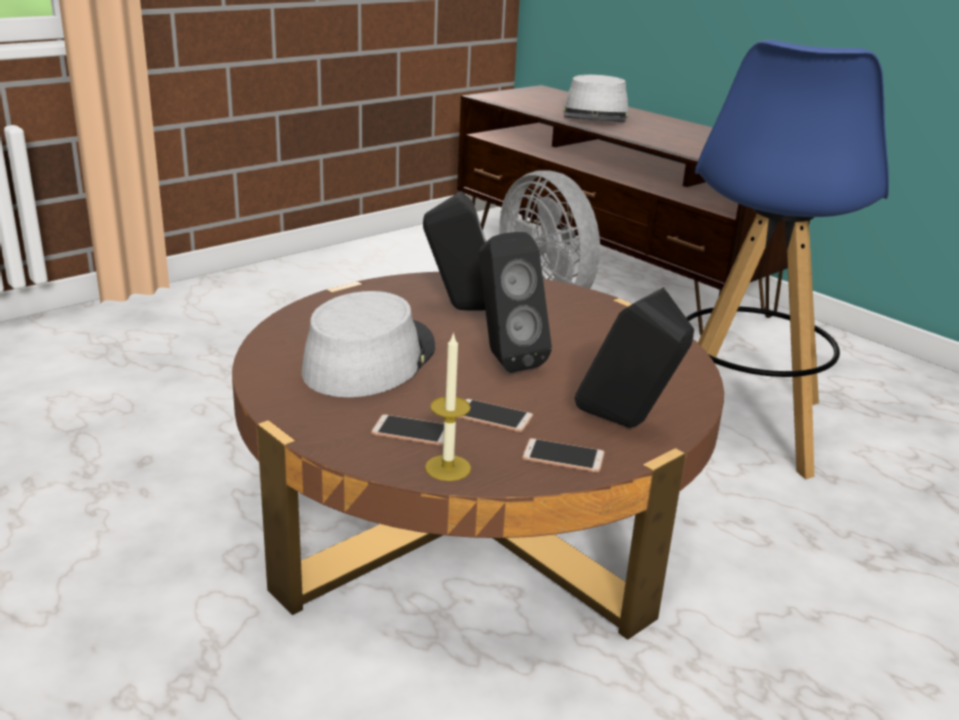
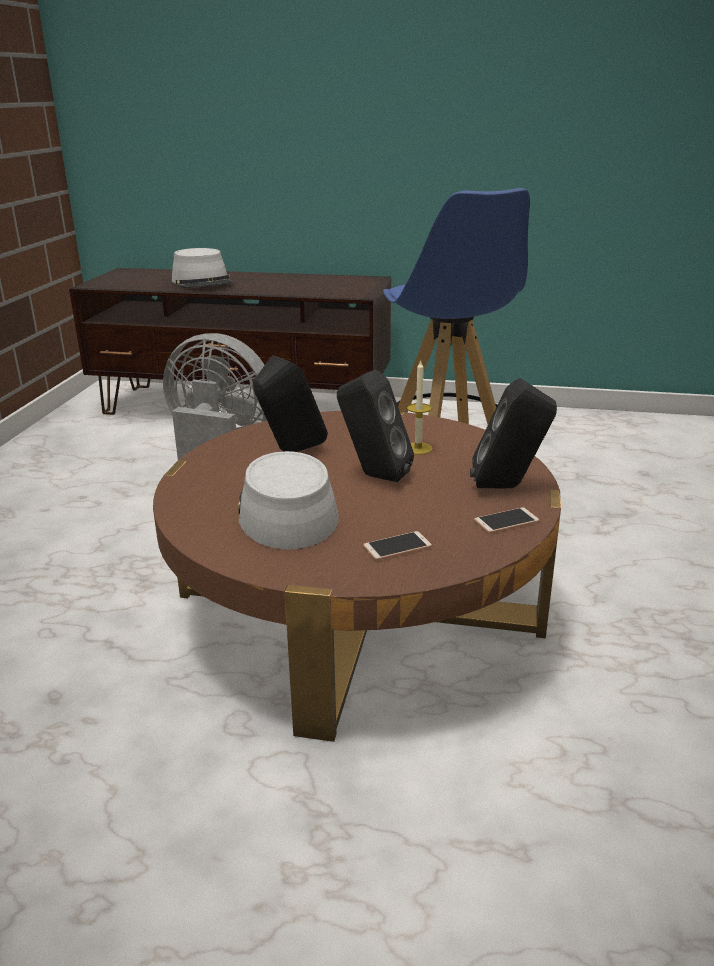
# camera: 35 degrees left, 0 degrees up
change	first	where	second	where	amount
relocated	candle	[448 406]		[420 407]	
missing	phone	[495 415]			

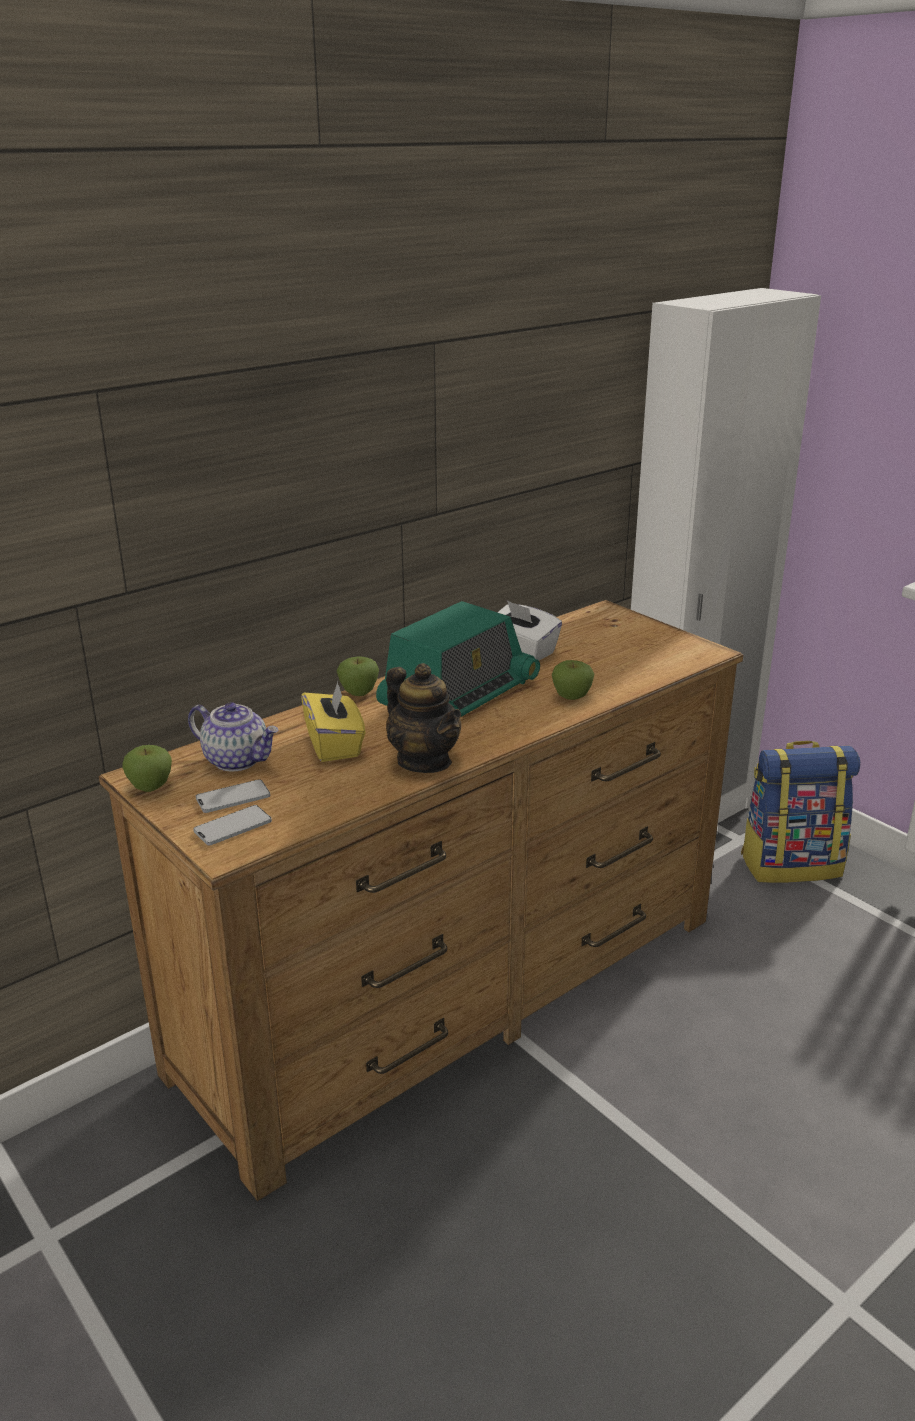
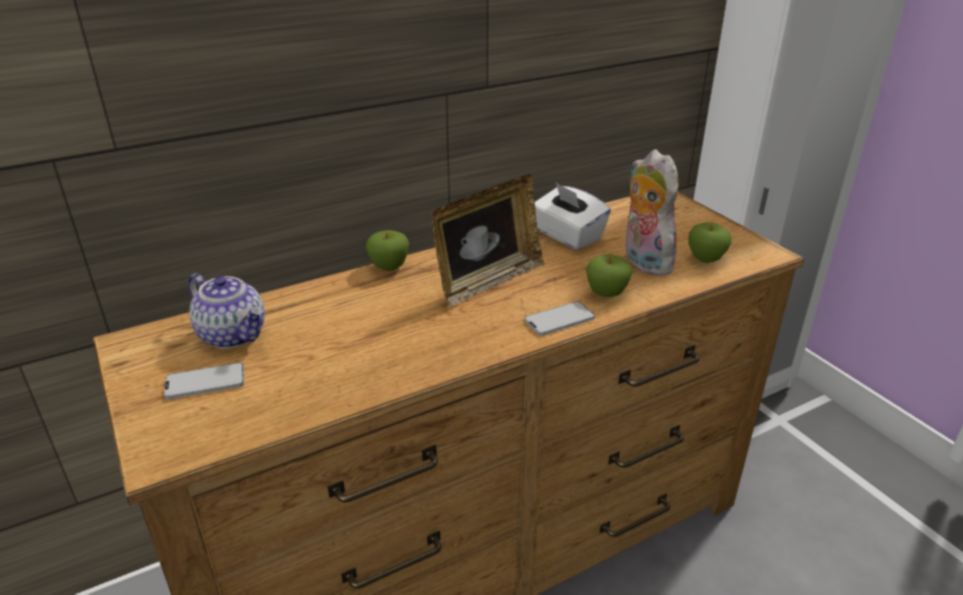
# camera: 10 degrees right, 5 degrees up
change	first	where	second	where	amount
exchanged	radio	[458 659]	picture frame	[487 240]	
missing	teapot	[423 718]			
missing	yellow tissue box	[333 722]			
missing	backpack	[800 812]			
relocated	apple	[147 768]		[710 243]	
relocated	phone	[232 825]		[559 318]	
appeared			plush toy	[652 212]	

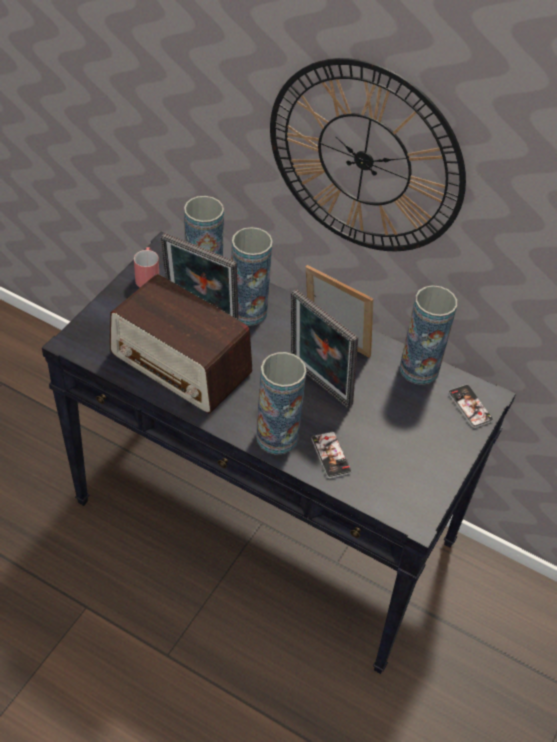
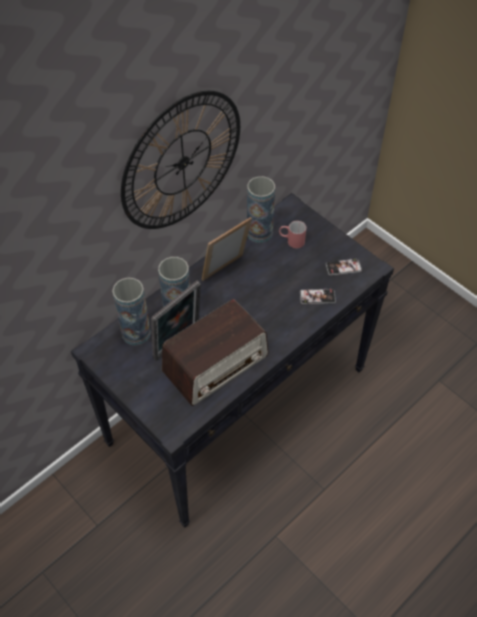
# camera: 70 degrees left, 5 degrees up
change	first	where	second	where	amount
relocated	red mug	[146 267]		[292 234]	
missing	picture frame	[324 348]			
missing	vase	[281 403]			
relocated	phone	[470 406]		[344 267]	

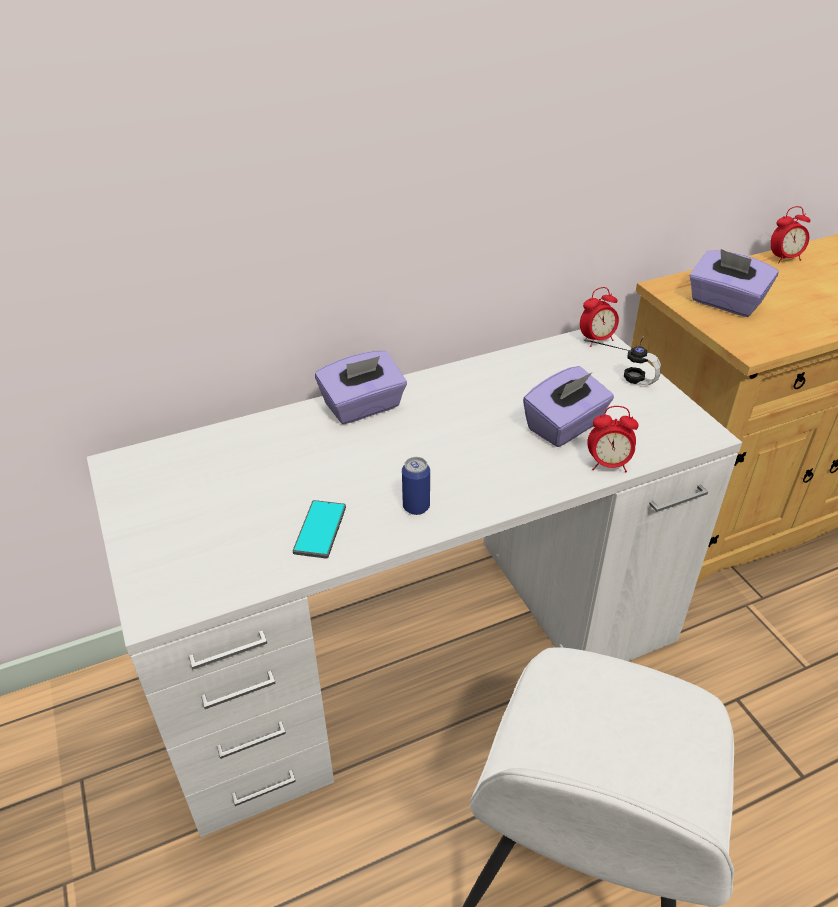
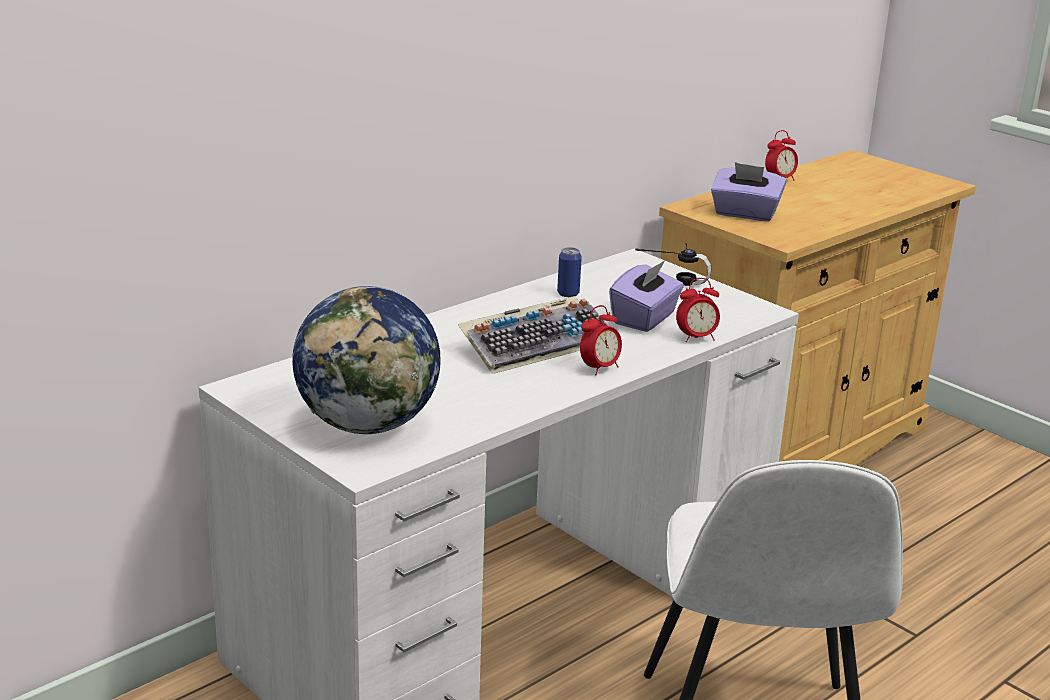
# camera: 20 degrees left, 15 degrees down
change	first	where	second	where	amount
relocated	alarm clock	[599 317]		[601 340]	
missing	purple tissue box	[361 387]			
relocated	can	[416 486]		[569 272]	
missing	phone	[319 529]			
appeared			globe	[366 360]	
appeared			keyboard	[533 335]	

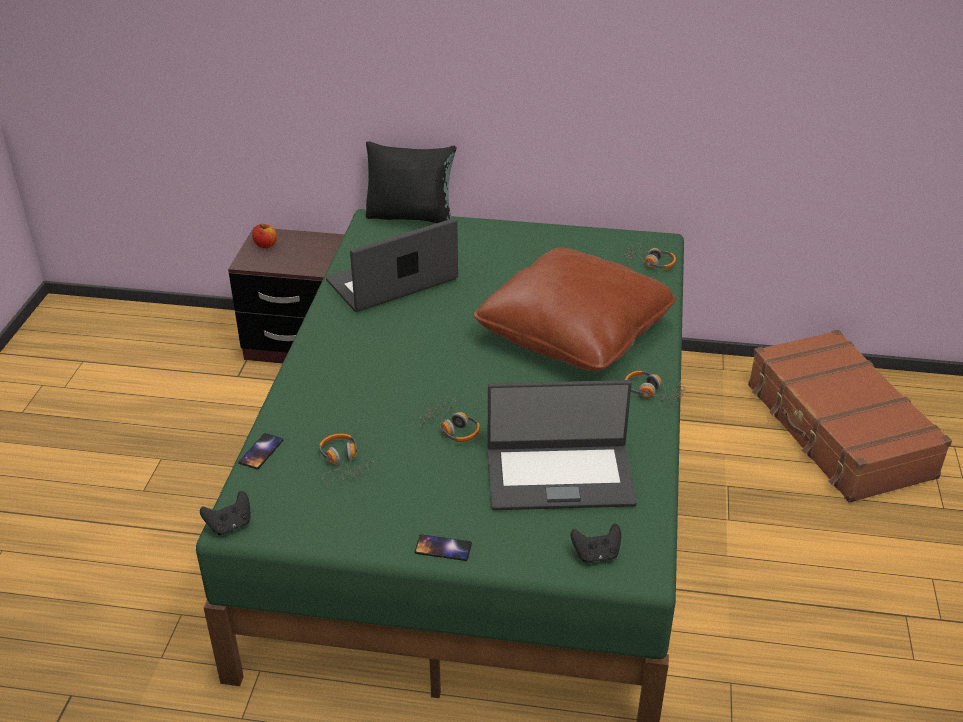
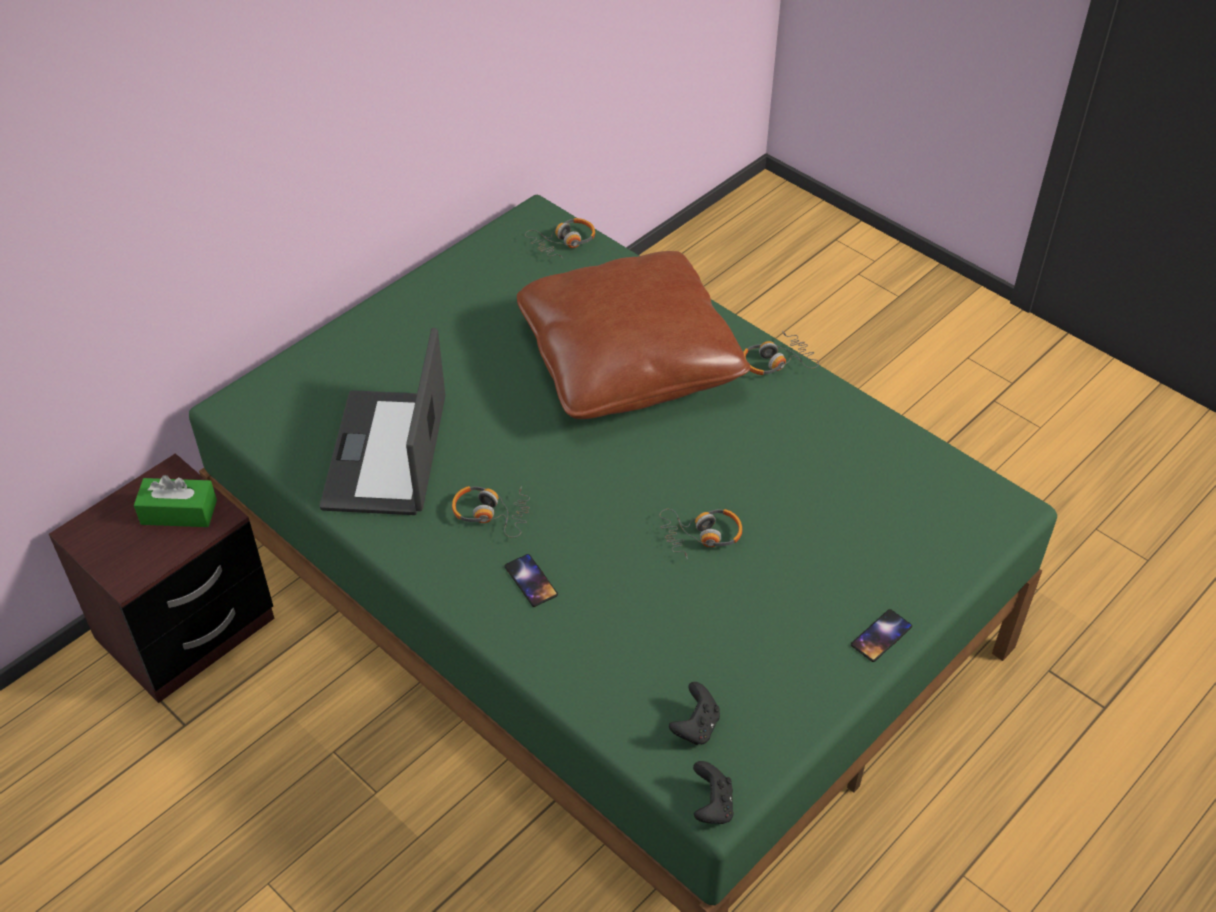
# camera: 55 degrees left, 10 degrees up
change	first	where	second	where	amount
missing	black pillow	[411 182]			
missing	apple	[264 236]			
missing	brown suitcase	[850 416]			
missing	laptop	[562 445]			
relocated	phone	[261 451]		[531 580]	
relocated	headphones	[347 458]		[491 512]	
relocated	black game controller	[596 543]		[694 713]	
appeared			green tissue box	[175 501]	

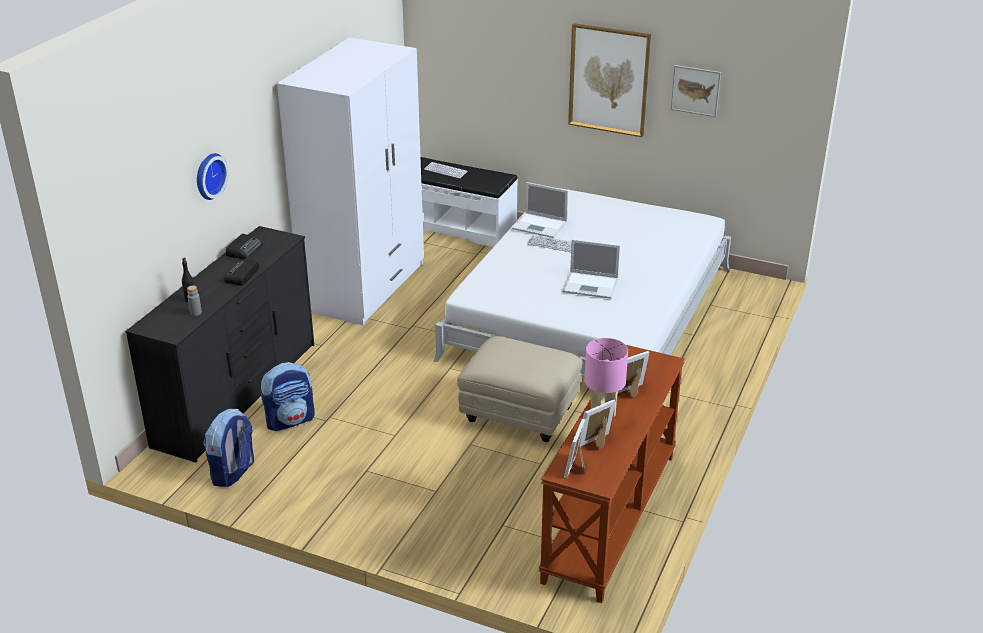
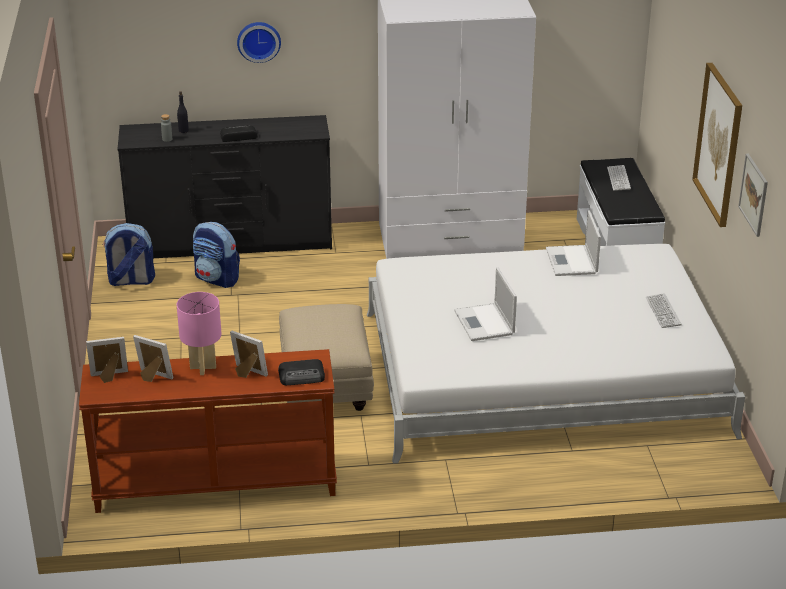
# camera: 60 degrees right, 0 degrees up
change	first	where	second	where	amount
relocated	radio	[244 246]		[301 372]	
relocated	keyboard	[549 243]		[664 310]	

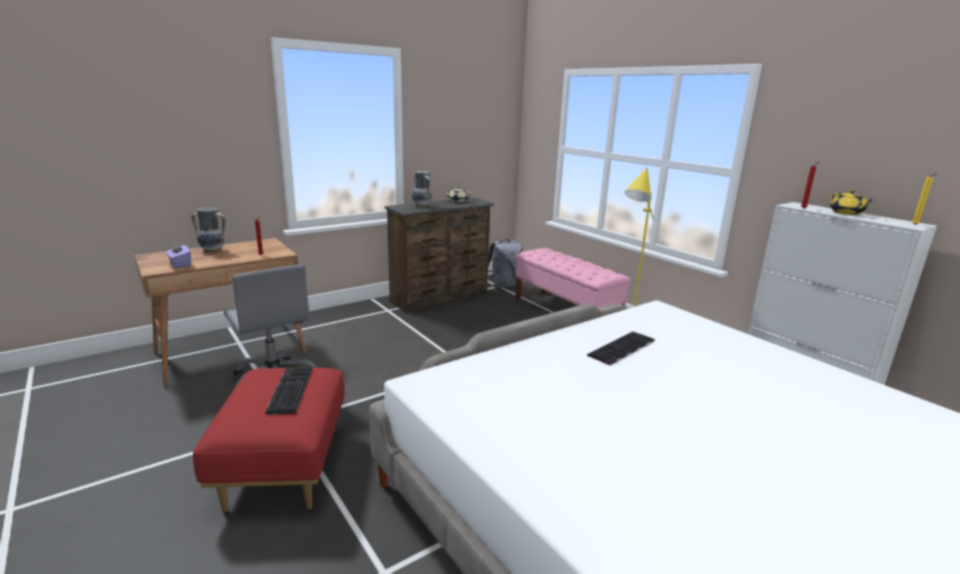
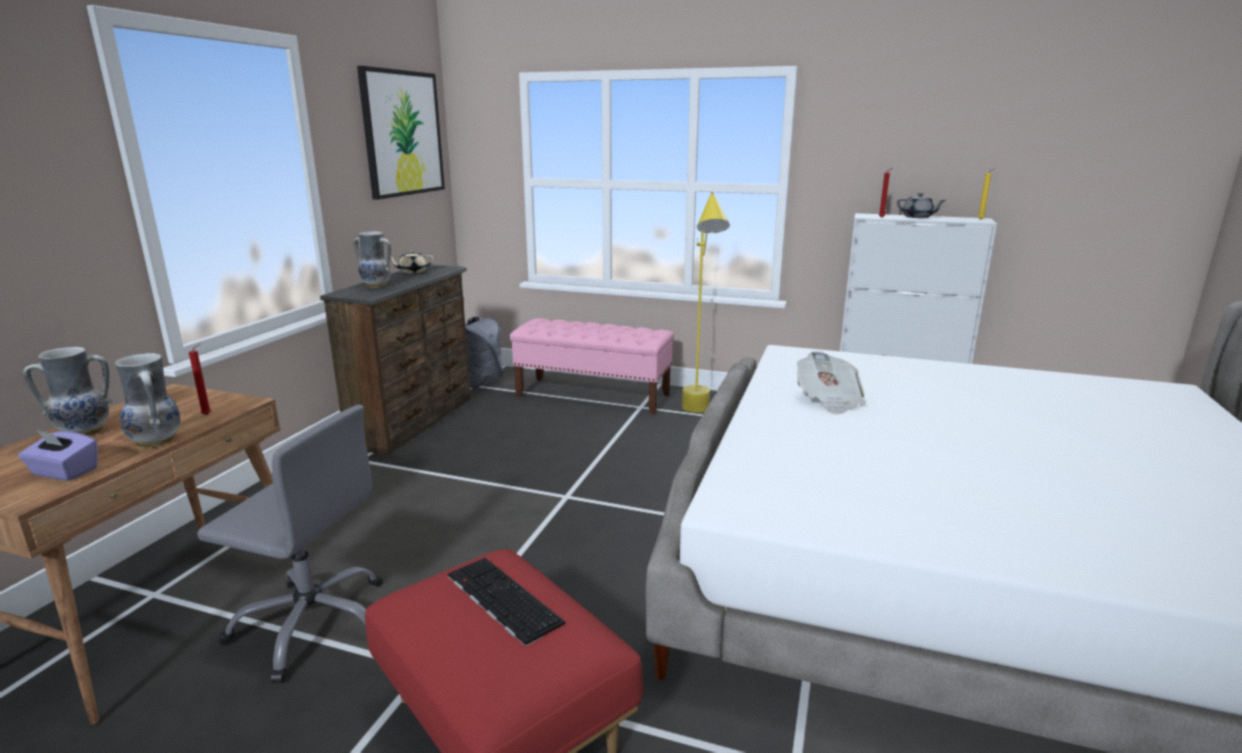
# camera: 35 degrees left, 0 degrees up
change	first	where	second	where	amount
colour	yellow teapot	[851 202]	grey teapot	[921 205]	
exchanged	keyboard	[621 349]	newspaper	[831 383]	
appeared			picture	[401 133]	
appeared			vase	[147 400]	

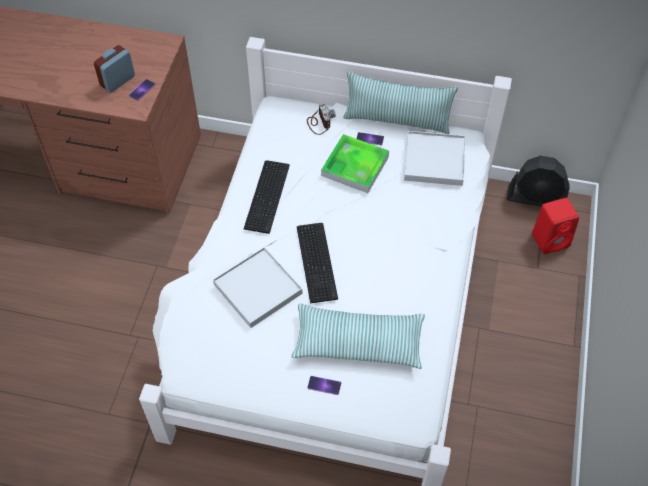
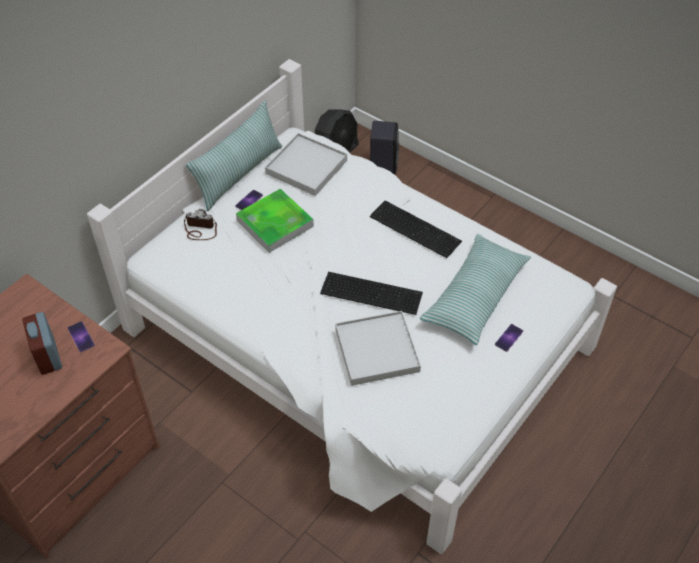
# camera: 65 degrees left, 5 degrees down
change	first	where	second	where	amount
relocated	keyboard	[267 197]		[416 229]	
colour	red speaker	[555 226]	black speaker	[384 148]	

